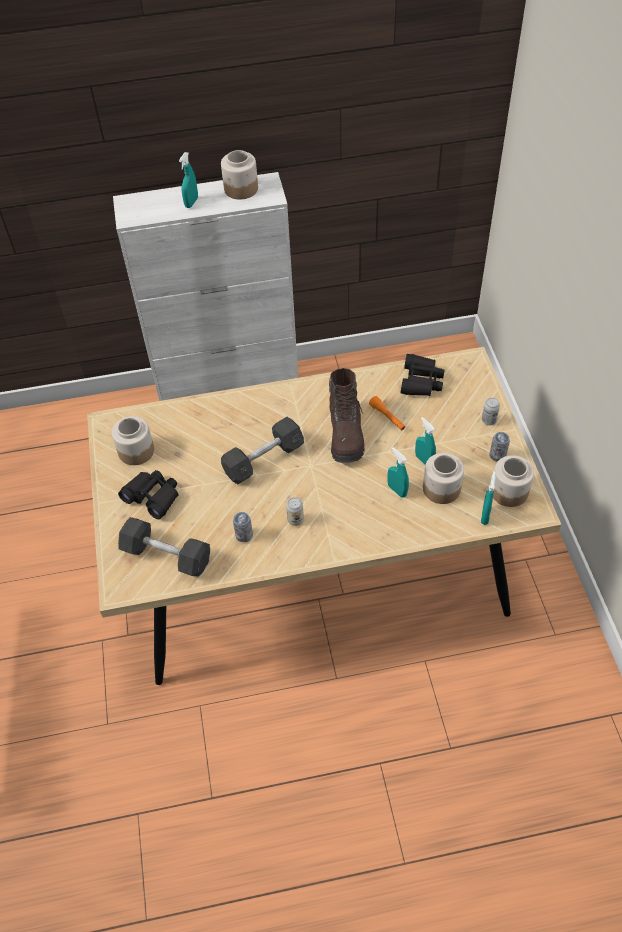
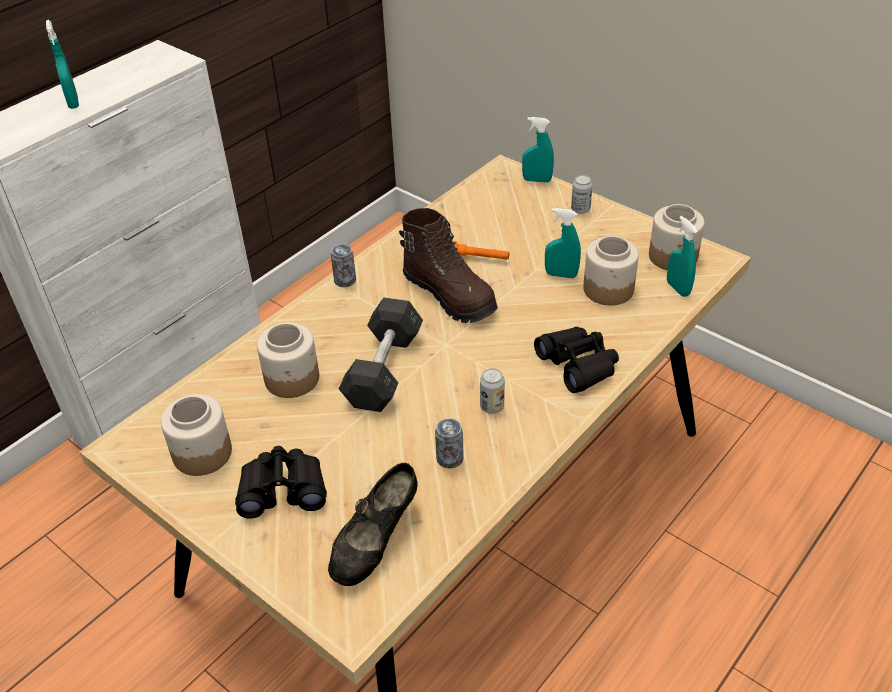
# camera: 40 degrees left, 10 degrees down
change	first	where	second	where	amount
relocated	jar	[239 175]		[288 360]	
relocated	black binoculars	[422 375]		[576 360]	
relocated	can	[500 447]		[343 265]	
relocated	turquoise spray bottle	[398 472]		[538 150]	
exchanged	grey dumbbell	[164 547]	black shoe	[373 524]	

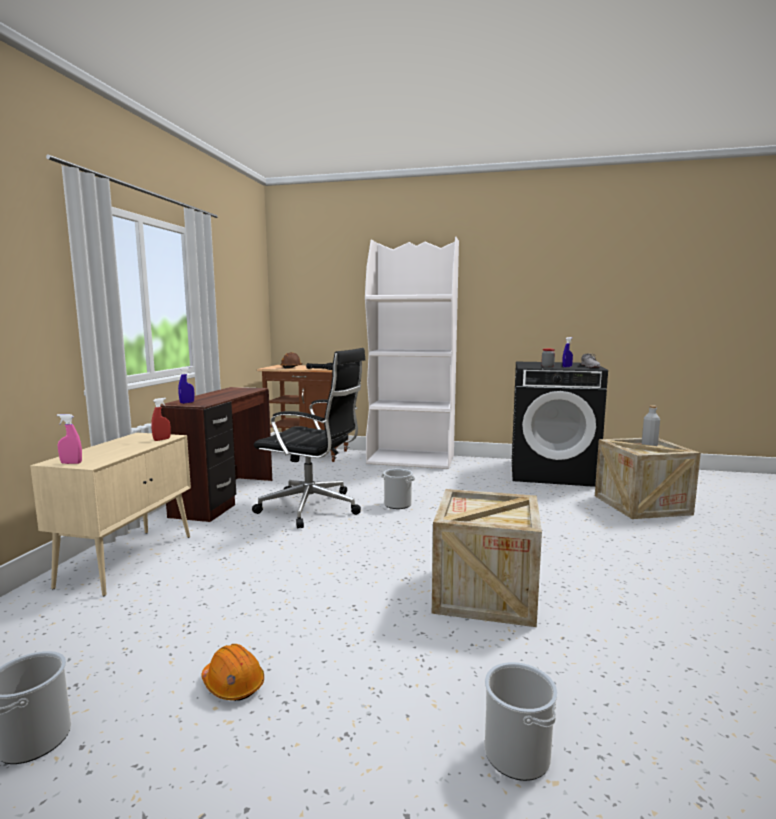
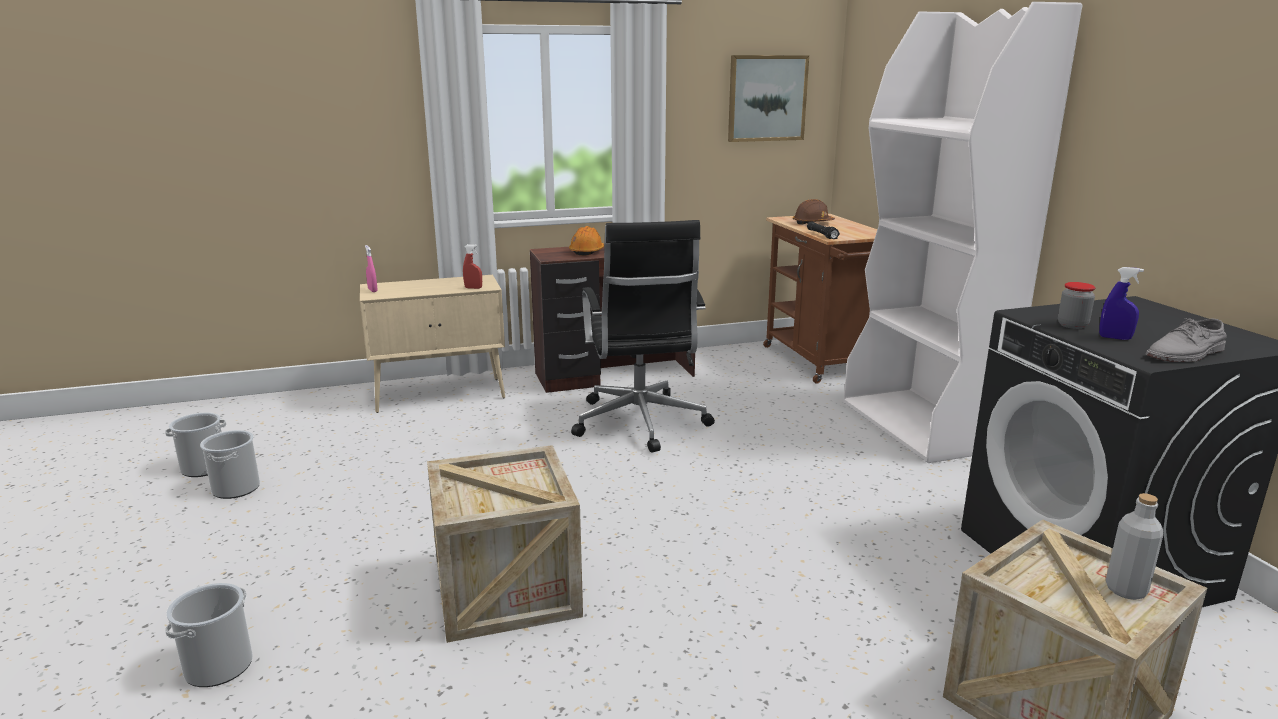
# camera: 60 degrees right, 10 degrees up
change	first	where	second	where	amount
missing	blue spray bottle	[186 385]			
relocated	bucket	[398 489]		[230 464]	
relocated	orange hard hat	[232 672]		[586 241]	
appeared			picture	[768 98]	

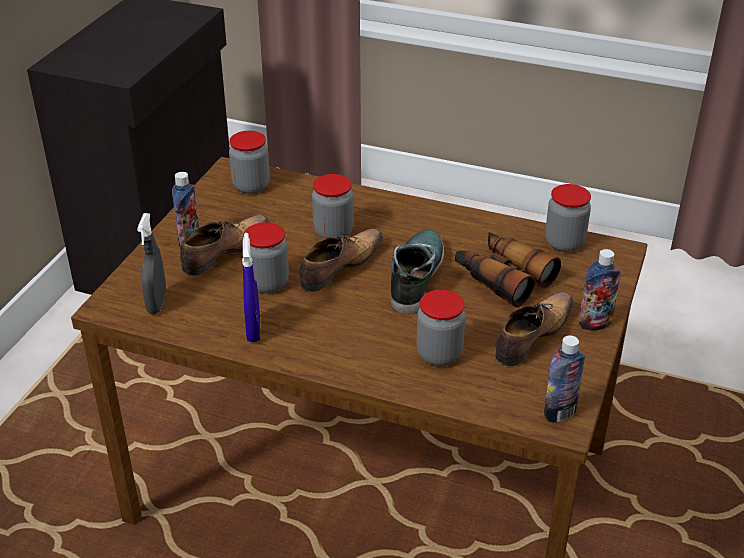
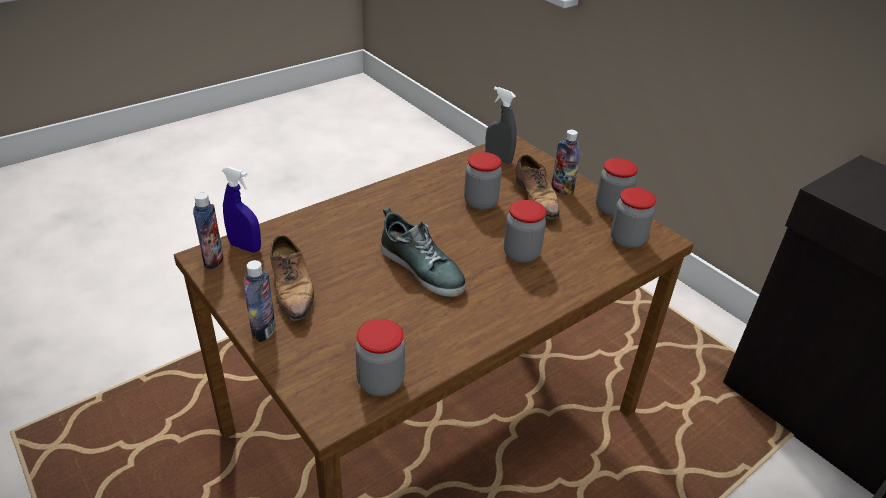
# camera: 120 degrees right, 0 degrees up
change	first	where	second	where	amount
missing	shoe	[341 260]			
missing	binoculars	[508 269]			
relocated	blue spray bottle	[251 287]		[241 209]	
relocated	jar	[441 328]		[617 187]	

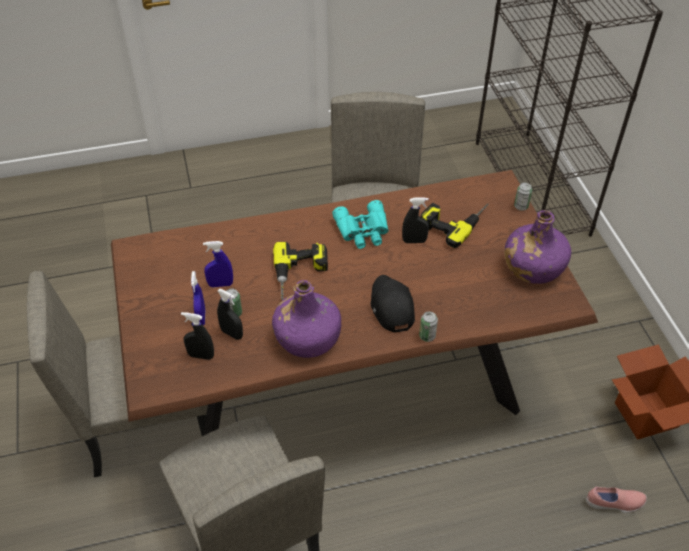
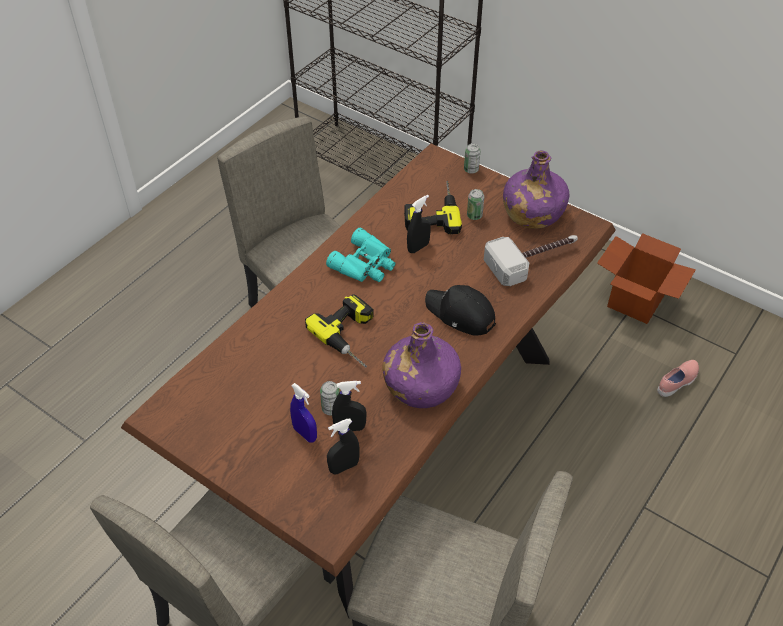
# camera: 40 degrees left, 0 degrees up
change	first	where	second	where	amount
missing	blue spray bottle	[218 264]			
relocated	can	[428 326]		[475 204]	
appeared			hammer	[531 260]	

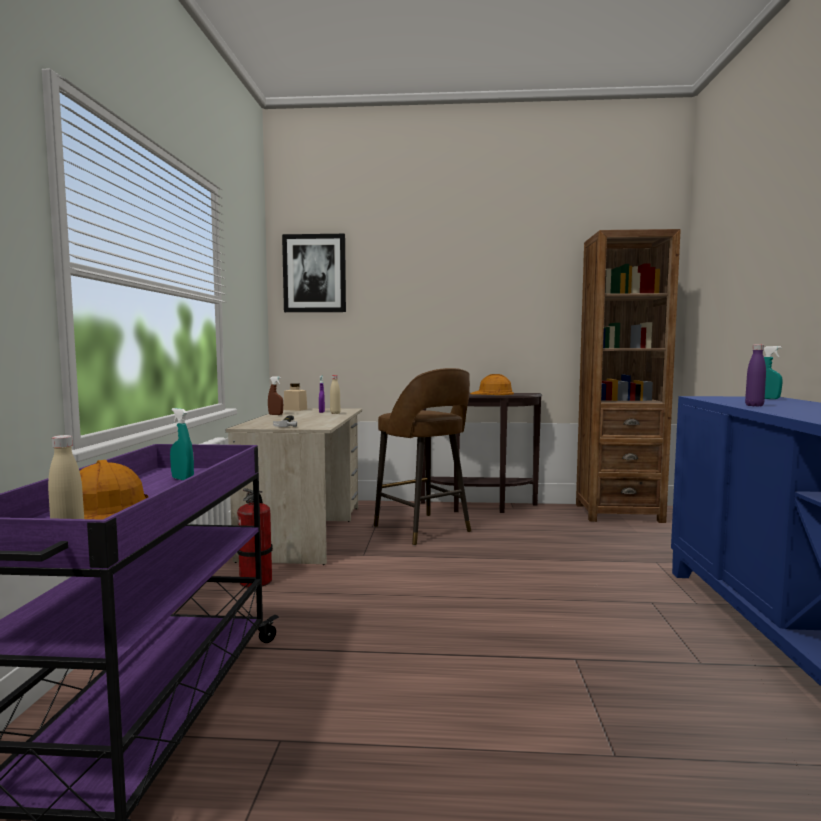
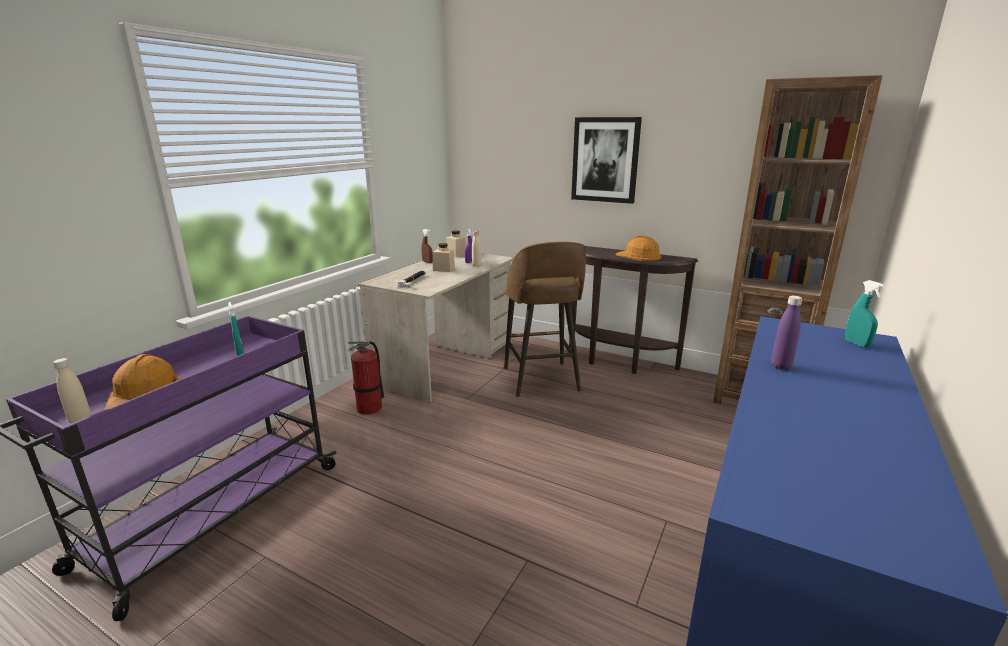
# camera: 25 degrees right, 15 degrees up
change	first	where	second	where	amount
relocated	picture	[314 273]		[606 160]	
appeared			beige jar	[444 257]	

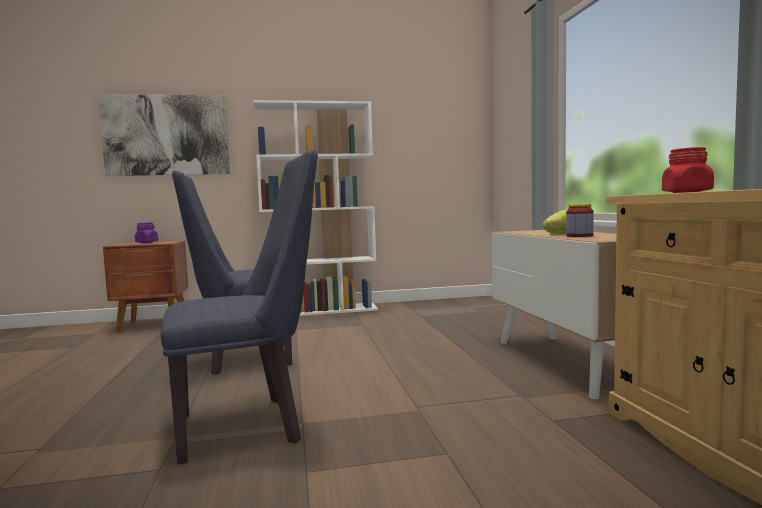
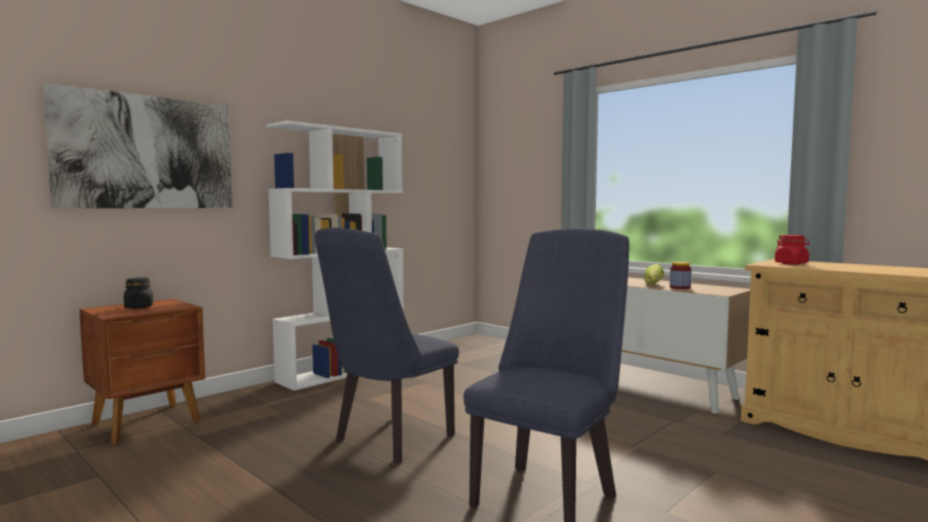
# camera: 35 degrees left, 0 degrees up
change	first	where	second	where	amount
colour	purple jar	[146 232]	black jar	[138 293]	

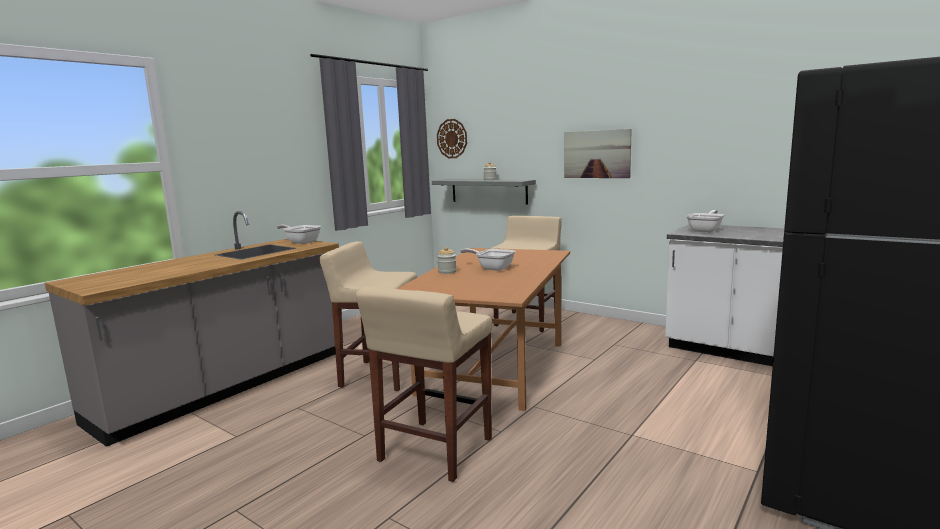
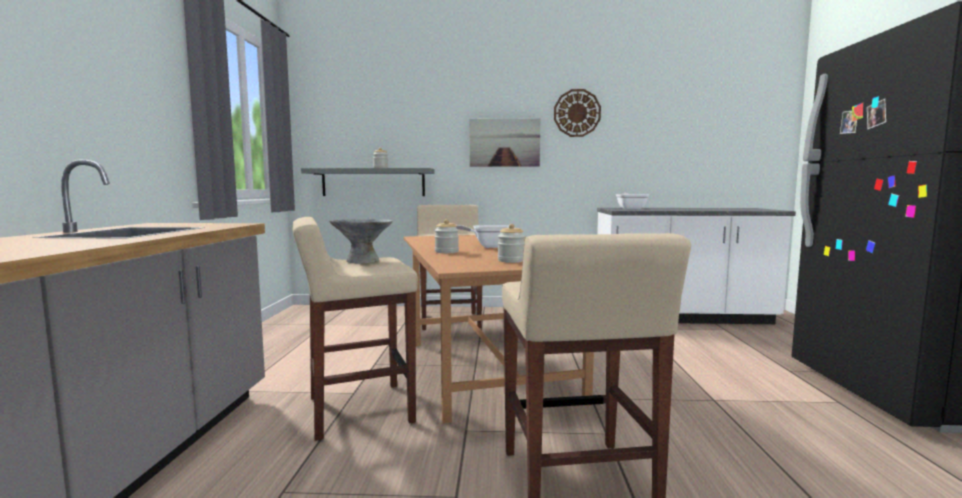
# camera: 35 degrees left, 5 degrees down
change	first	where	second	where	amount
relocated	wall clock	[452 138]		[577 113]	
missing	frying pan	[299 234]			
appeared			grey bowl	[361 241]	
appeared			jar	[511 243]	

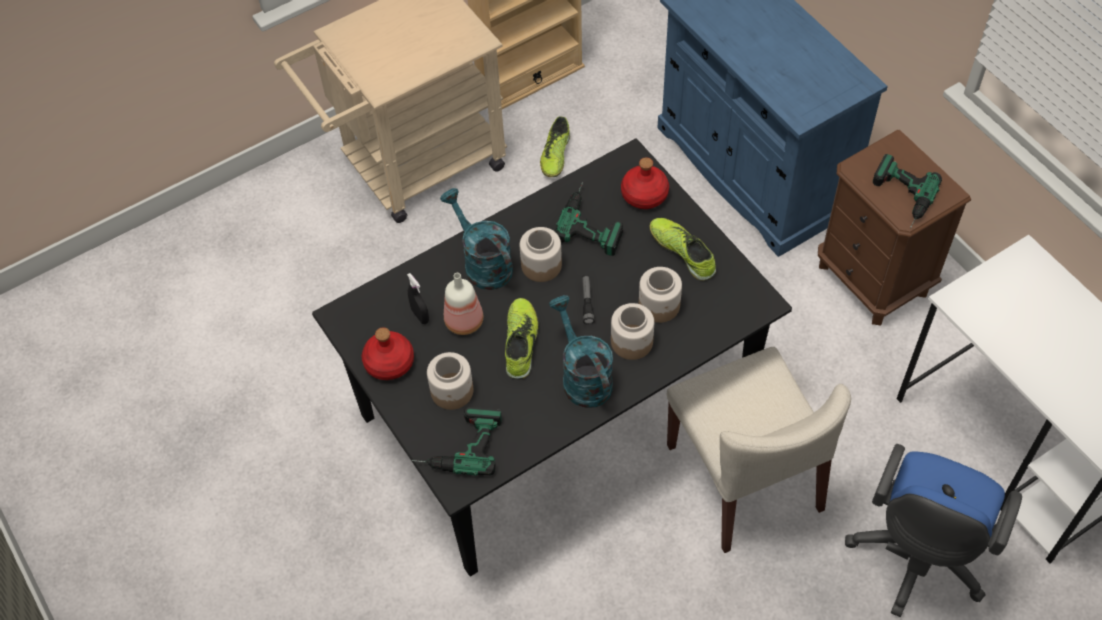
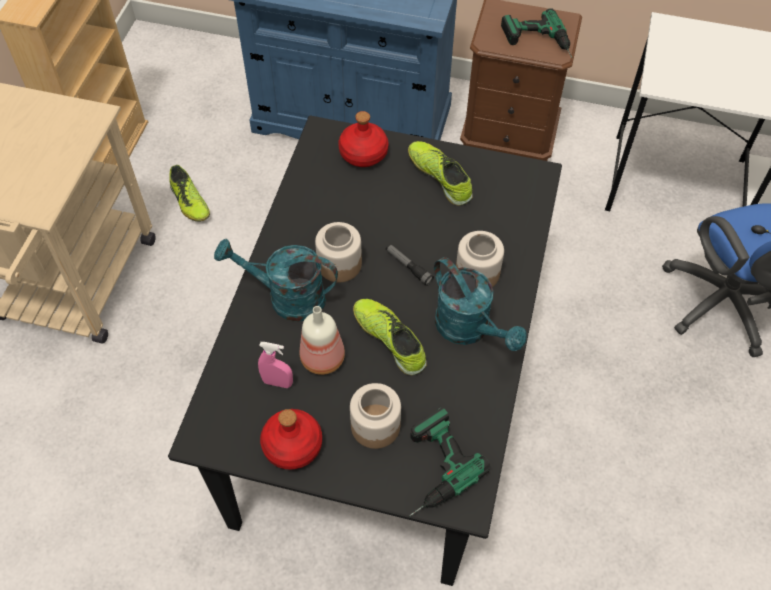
# camera: 45 degrees left, 0 degrees up
change	first	where	second	where	amount
missing	power drill	[589 219]			
spun	shoe	[682 249]		[440 173]	45 degrees clockwise
missing	jar	[660 295]			
colour	black spray bottle	[418 298]	pink spray bottle	[275 365]	
spun	turquoise watering can	[581 351]		[480 304]	150 degrees counterclockwise
missing	beige chair	[759 450]			

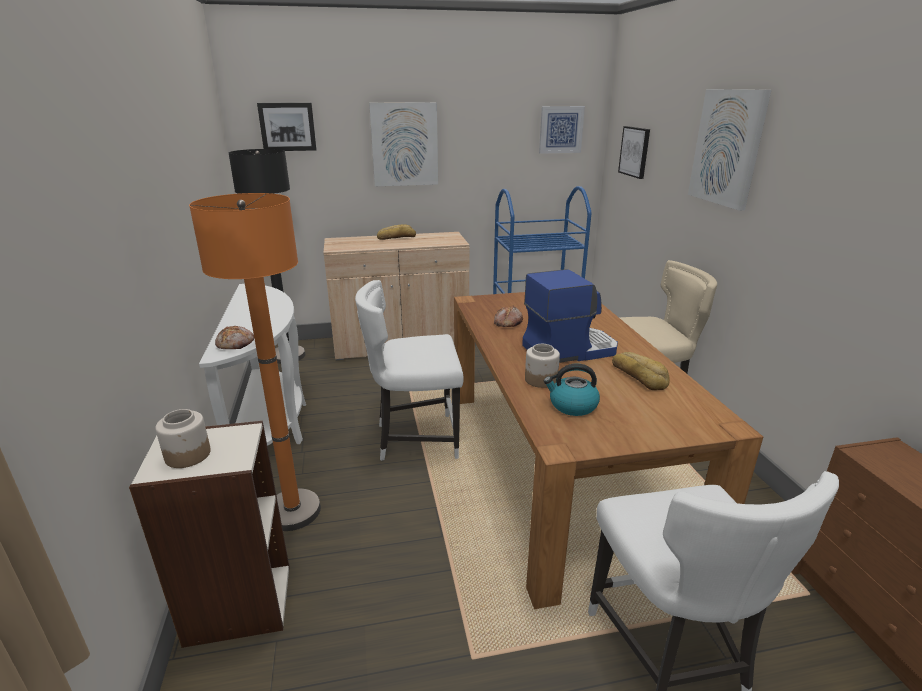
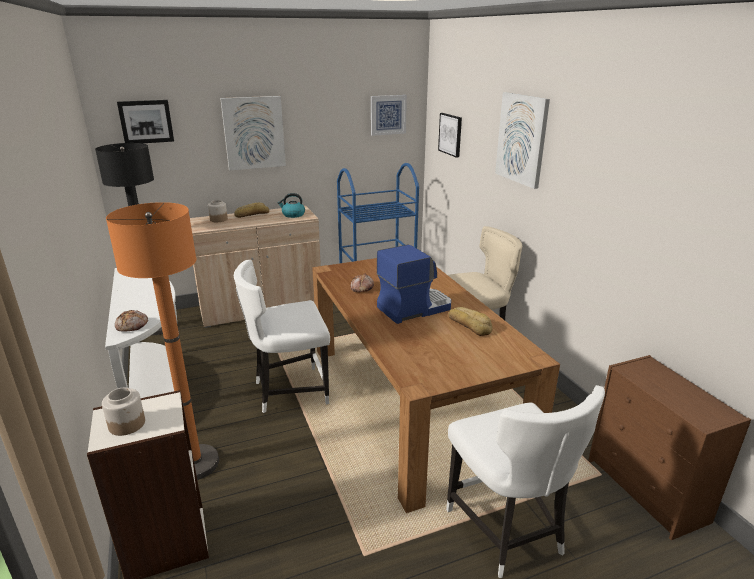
# camera: 10 degrees left, 0 degrees up
change	first	where	second	where	amount
relocated	jar	[542 366]		[218 211]	
relocated	kettle	[572 390]		[291 205]	

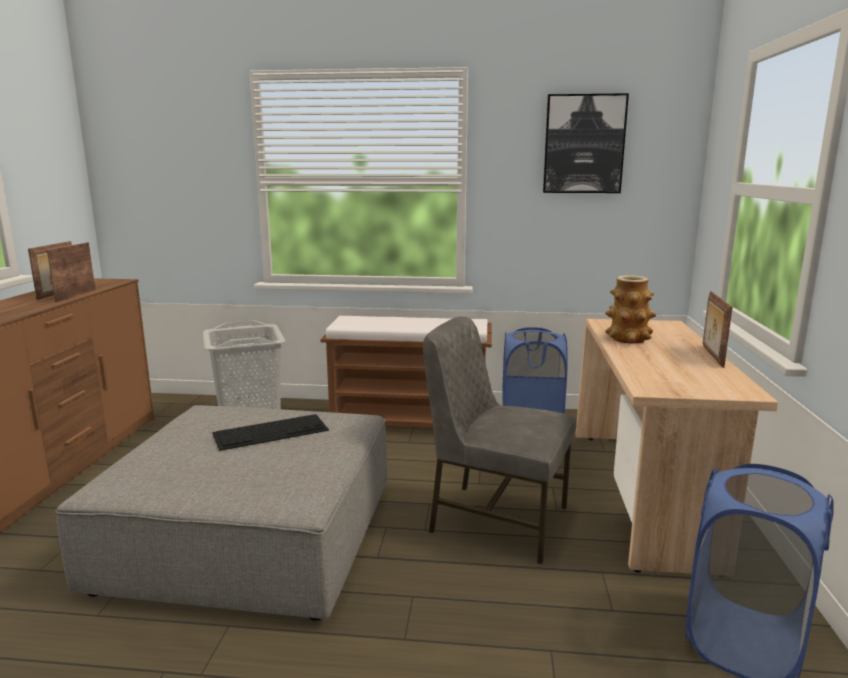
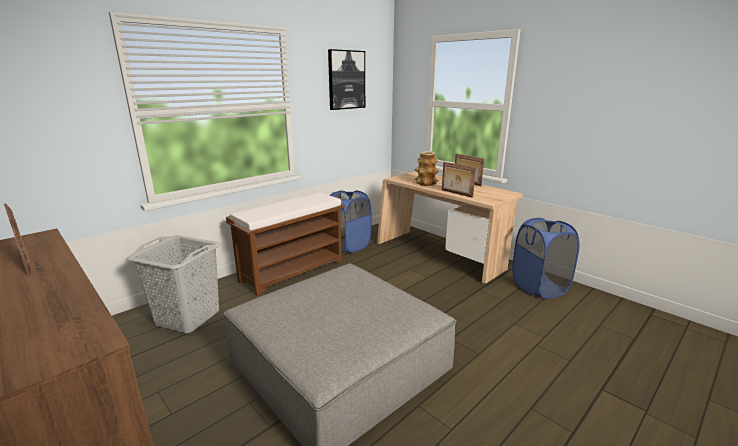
# camera: 50 degrees left, 5 degrees up
change	first	where	second	where	amount
relocated	picture frame	[71 272]		[459 180]	
missing	grey chair	[499 440]			
missing	keyboard	[270 432]			

